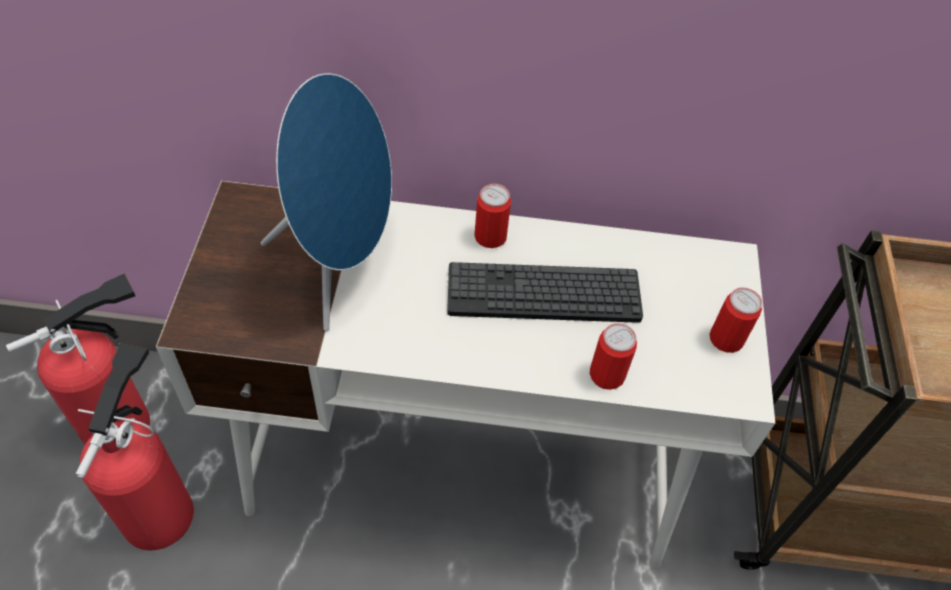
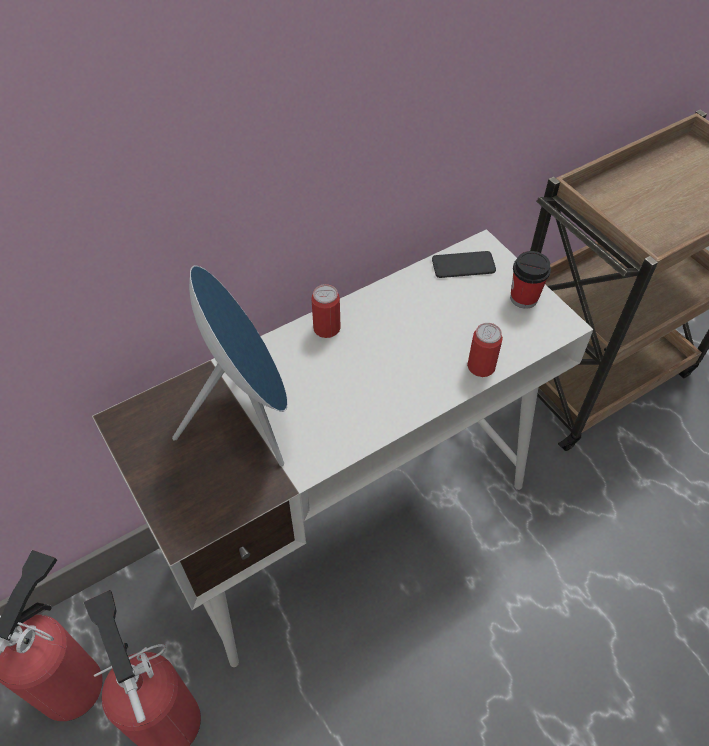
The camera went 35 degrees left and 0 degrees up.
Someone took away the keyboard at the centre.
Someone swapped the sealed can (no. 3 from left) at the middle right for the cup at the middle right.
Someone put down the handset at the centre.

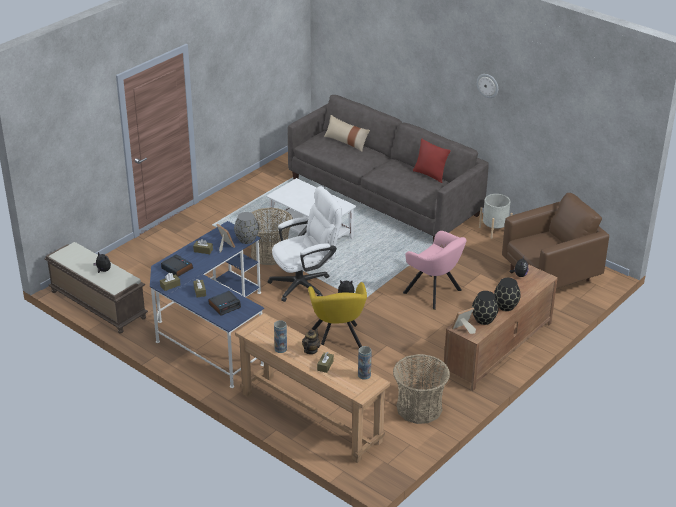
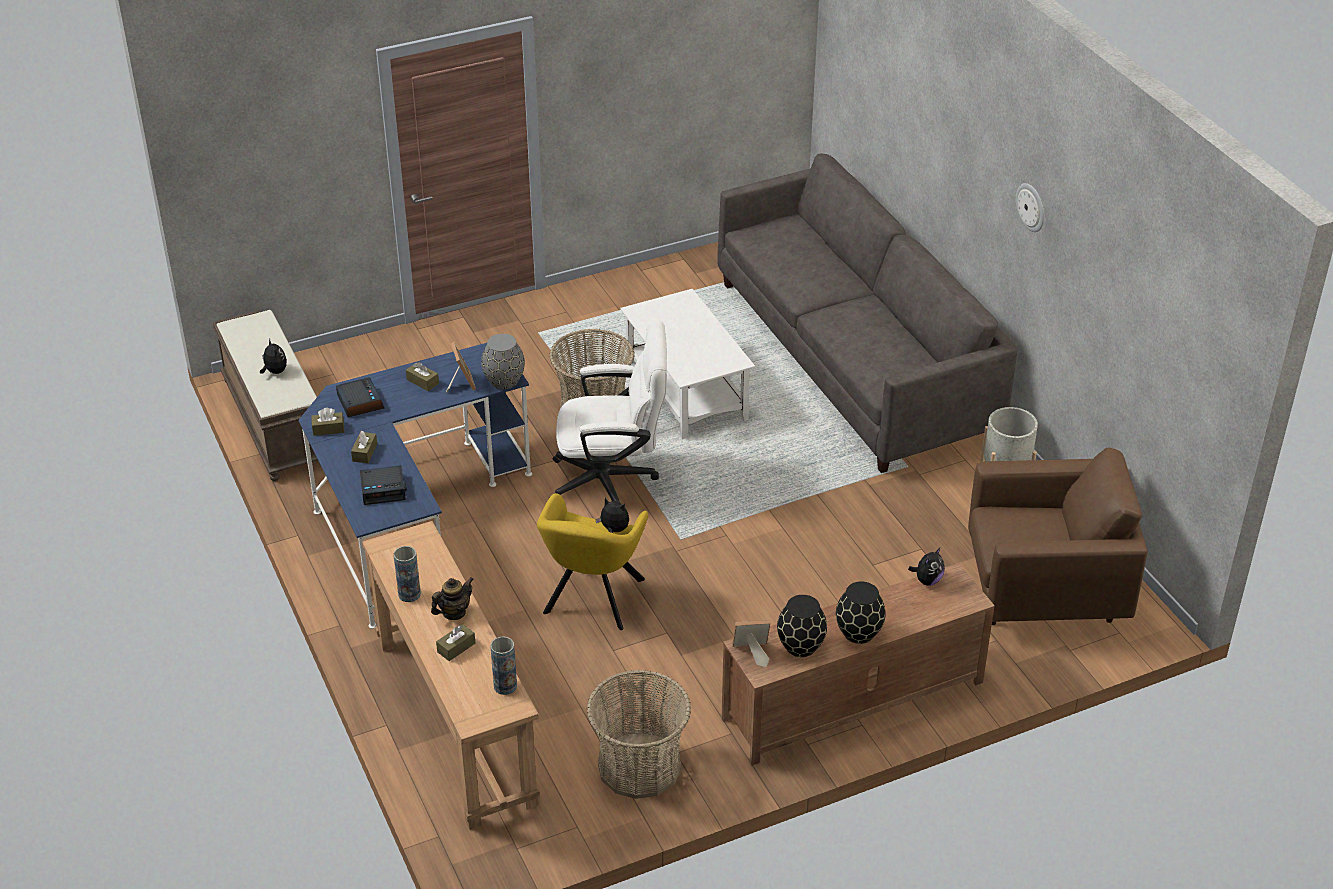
The camera went 25 degrees right and 5 degrees up.
Someone took away the beige throw pillow at the top centre.
Someone took away the reddish throw pillow at the top centre.
Someone took away the pink armchair at the centre.

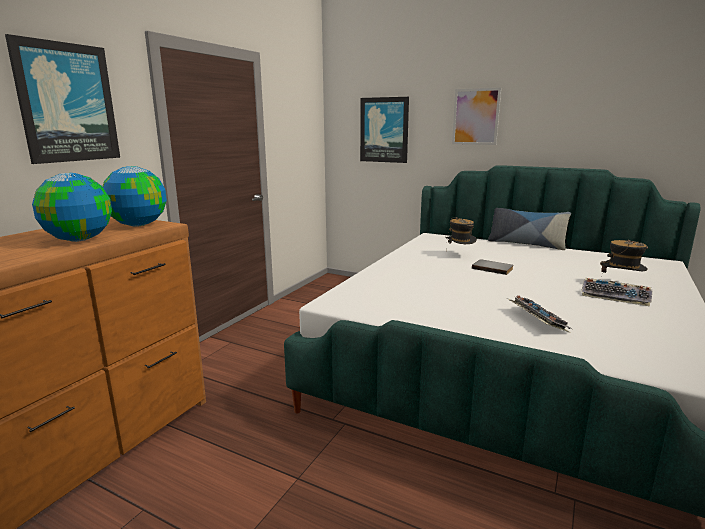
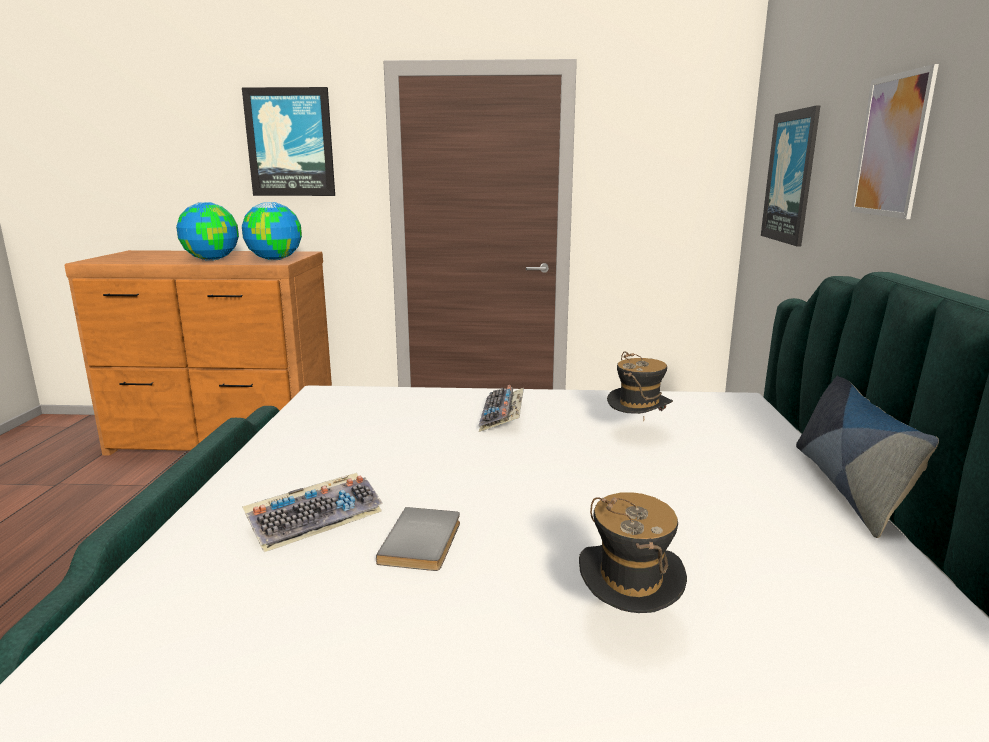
The camera went 65 degrees right and 0 degrees up.
Someone carried the grey book from the middle right to the bottom centre.
Someone carried the keyboard (no. 2 from left) from the middle right to the centre.

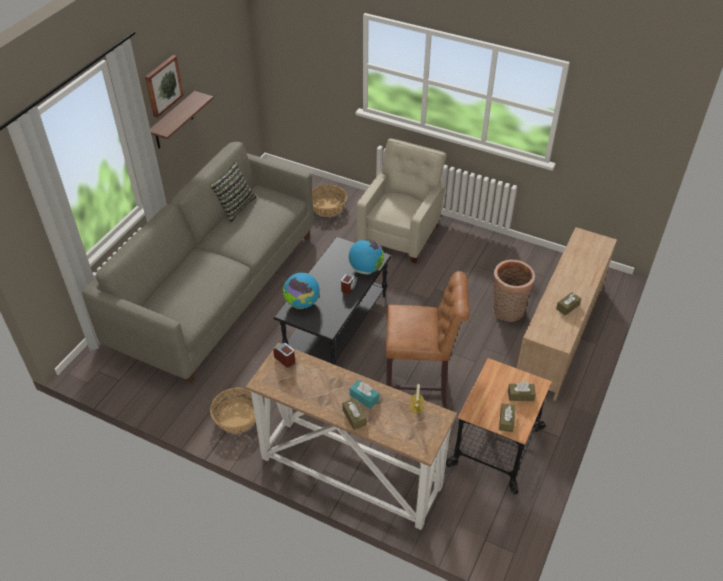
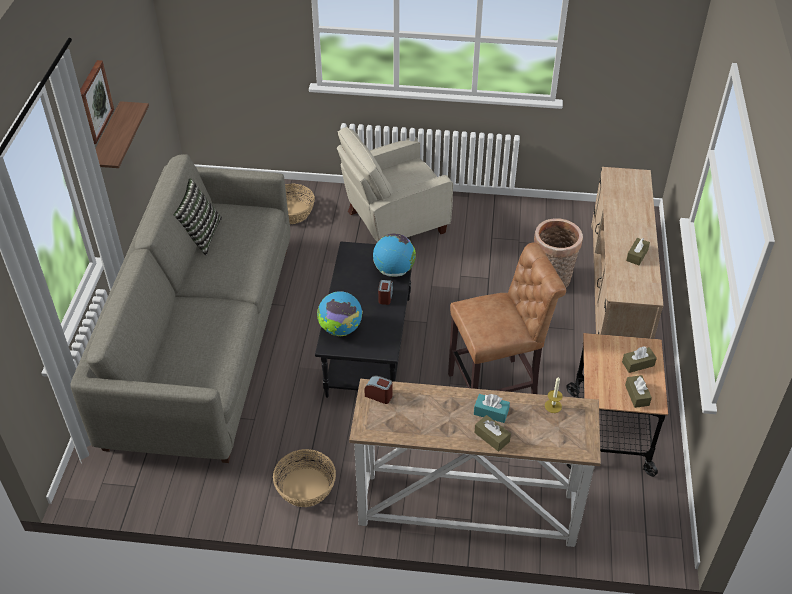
The camera went 20 degrees left and 0 degrees up.
Someone rotated the beige armchair at the centre by 120 degrees counterclockwise.

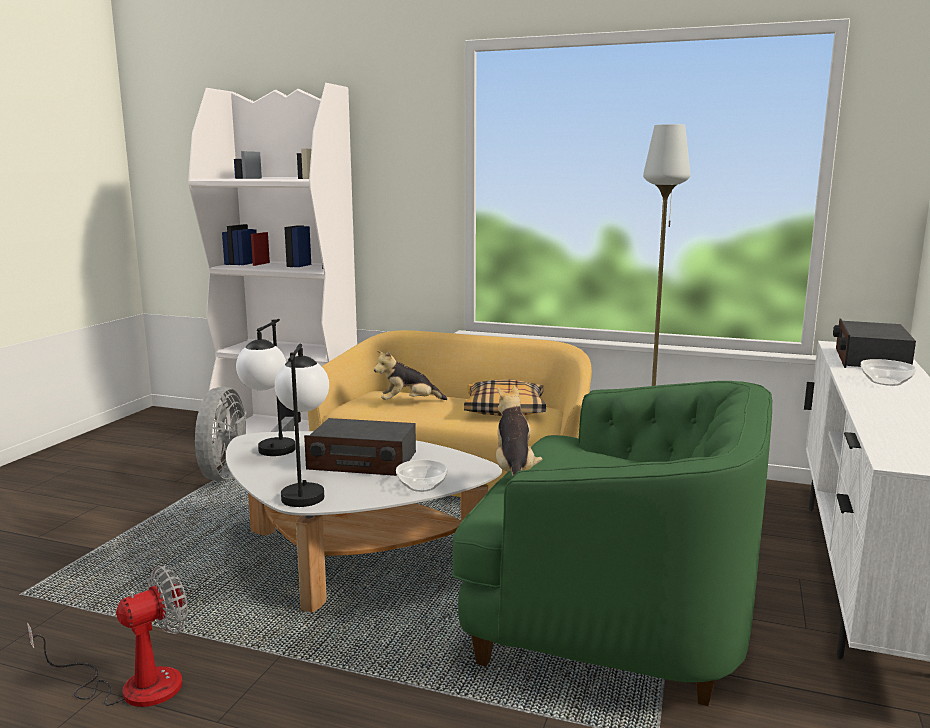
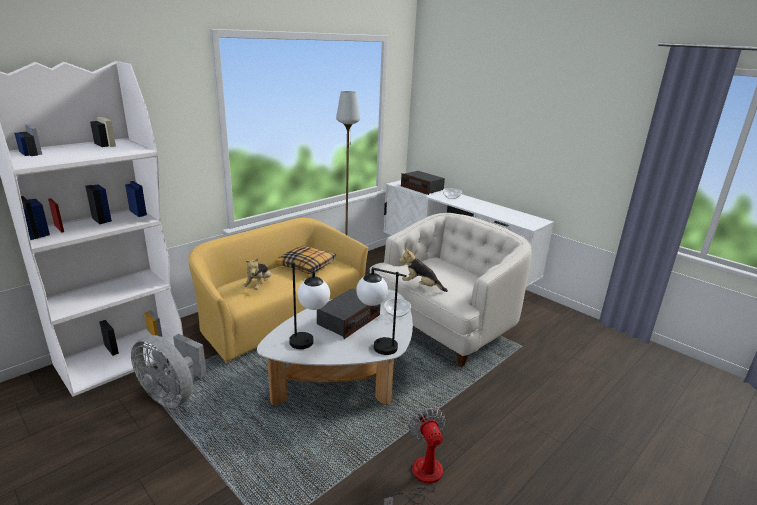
The camera went 65 degrees left and 10 degrees up.
Someone repainted the green-coloured armchair at the bottom centre, which became the white armchair at the centre.

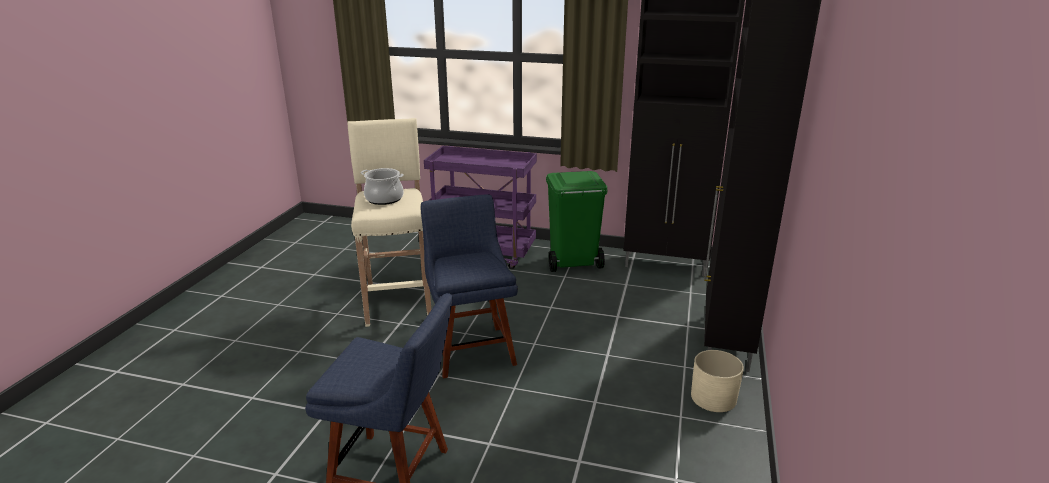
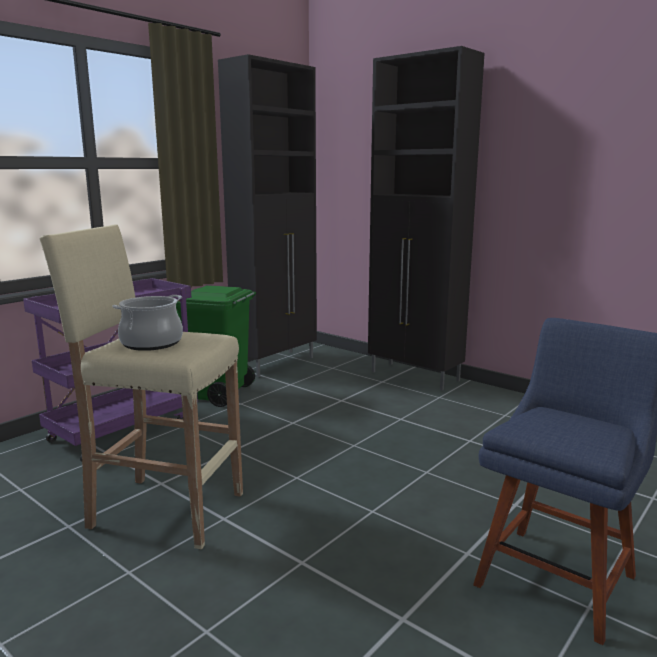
The camera went 65 degrees left and 10 degrees down.
Someone took away the blue-coloured upright chair (no. 2 from left) at the centre.
Someone took away the beige planter at the bottom right.

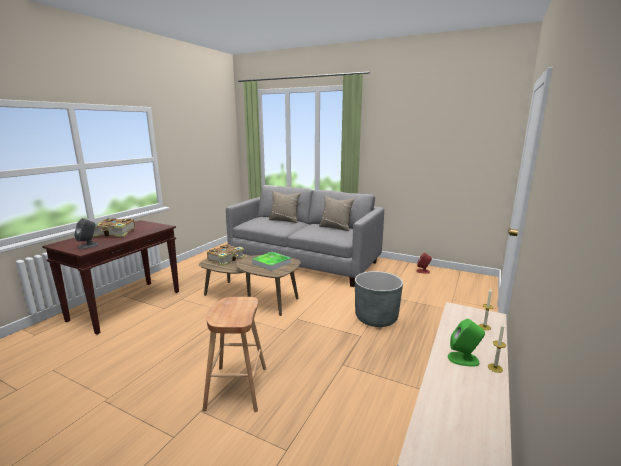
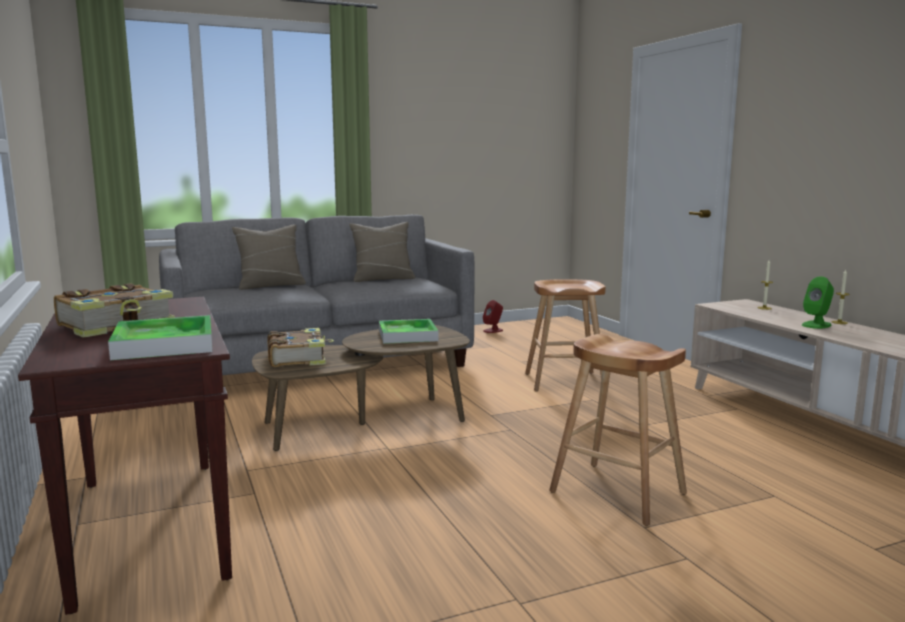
The camera went 50 degrees left and 5 degrees down.
Someone swapped the grey speaker at the middle left for the serving tray (no. 1 from left) at the middle left.
Someone swapped the grey planter at the centre for the brown sitting stool (no. 1 from left) at the centre.

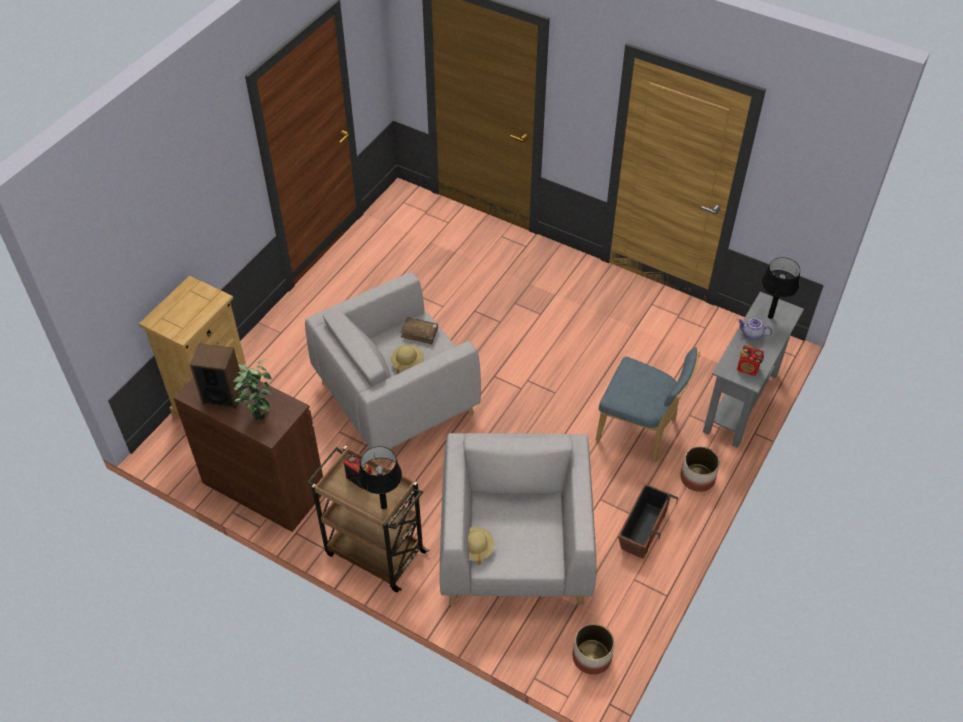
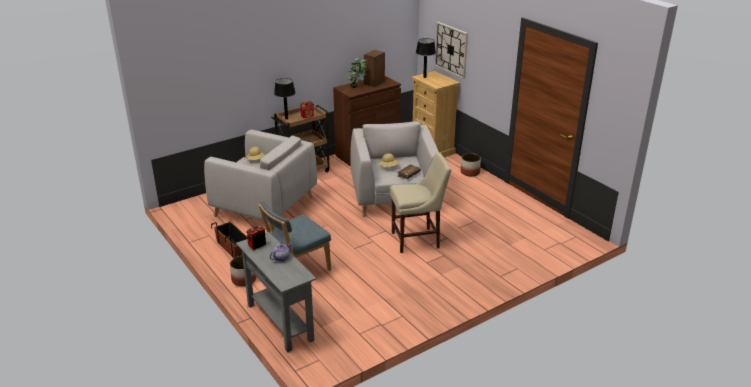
The camera went 115 degrees right and 20 degrees down.
Someone carried the black tabletop lamp (no. 2 from left) from the middle right to the top centre.
Someone carried the planter (no. 1 from left in the first image) from the bottom centre to the centre.
Someone put up the wall clock at the top centre.
Someone put down the beige upright chair at the centre.

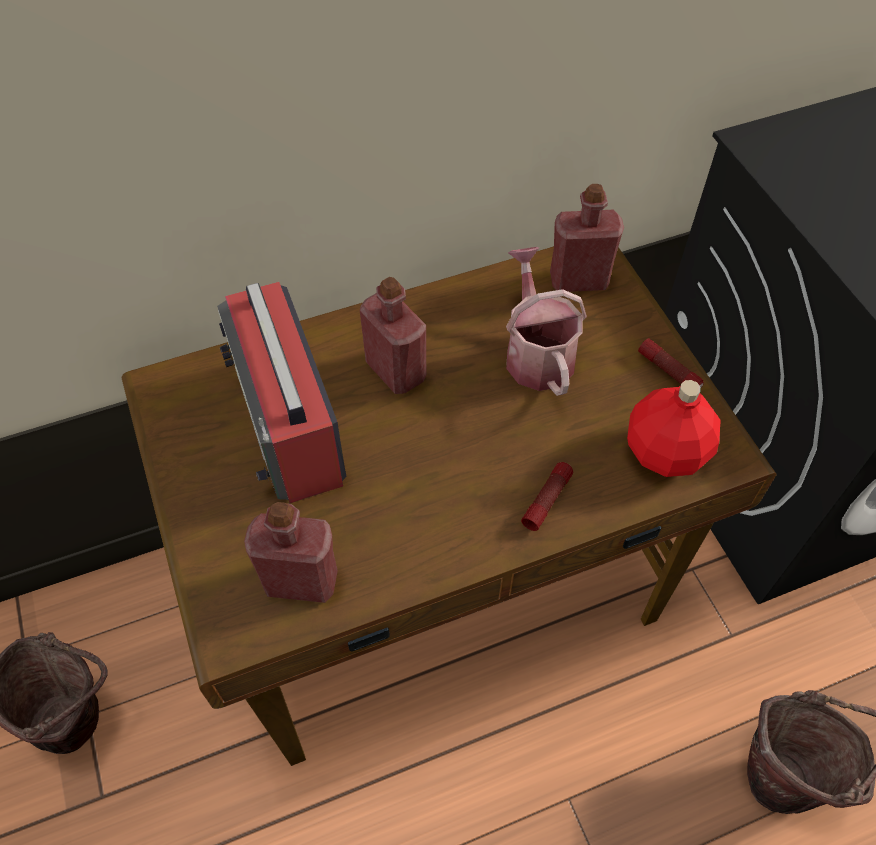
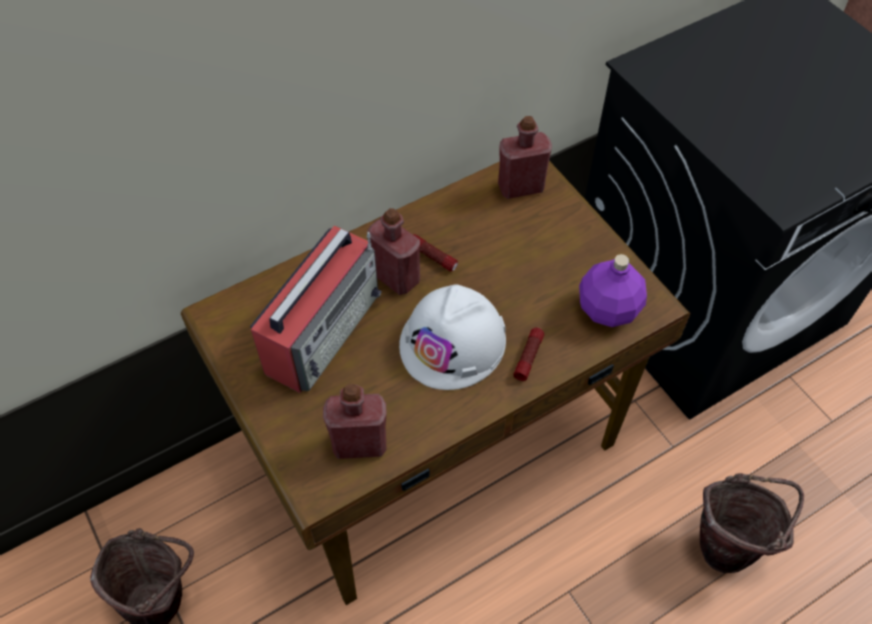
The camera went 10 degrees left and 0 degrees up.
Someone took away the watering pot at the centre.
Someone rotated the radio set at the middle left by 120 degrees counterclockwise.
Someone carried the hand torch (no. 2 from left in the first image) from the middle right to the centre.
Someone repainted the reddish drink bottle (no. 4 from left) at the middle right, which became the purple drink bottle at the middle right.
Someone put down the white safety helmet at the centre.

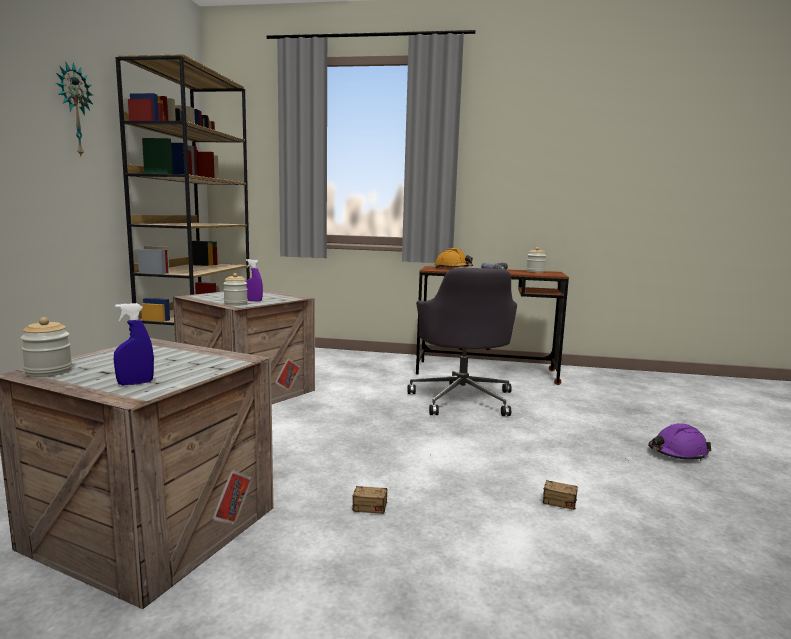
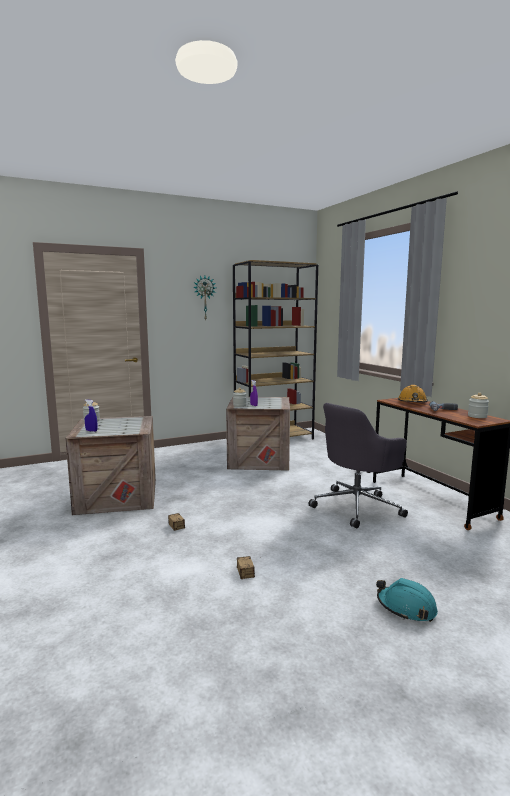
The camera went 55 degrees right and 0 degrees up.
Someone repainted the purple safety helmet at the bottom right, which became the turquoise safety helmet at the bottom right.

